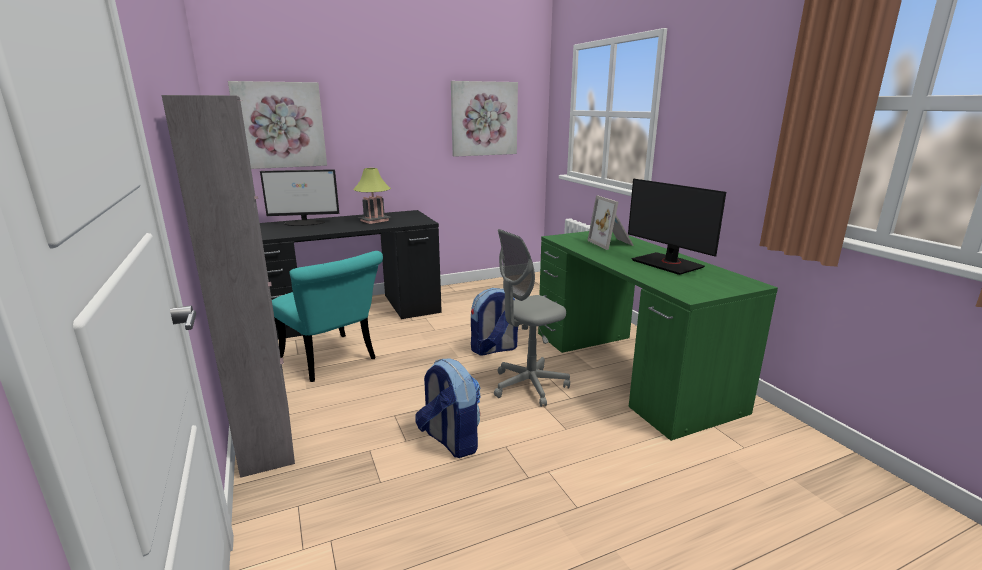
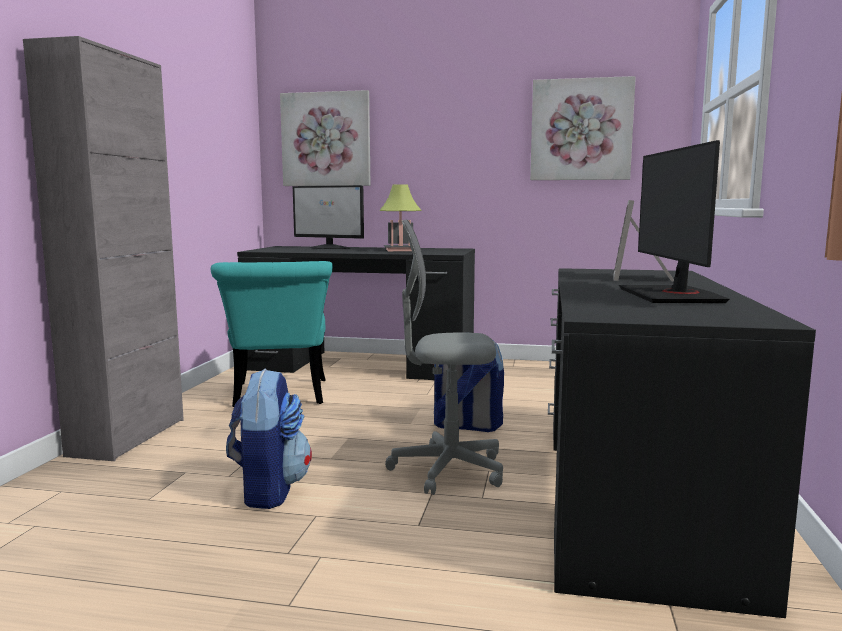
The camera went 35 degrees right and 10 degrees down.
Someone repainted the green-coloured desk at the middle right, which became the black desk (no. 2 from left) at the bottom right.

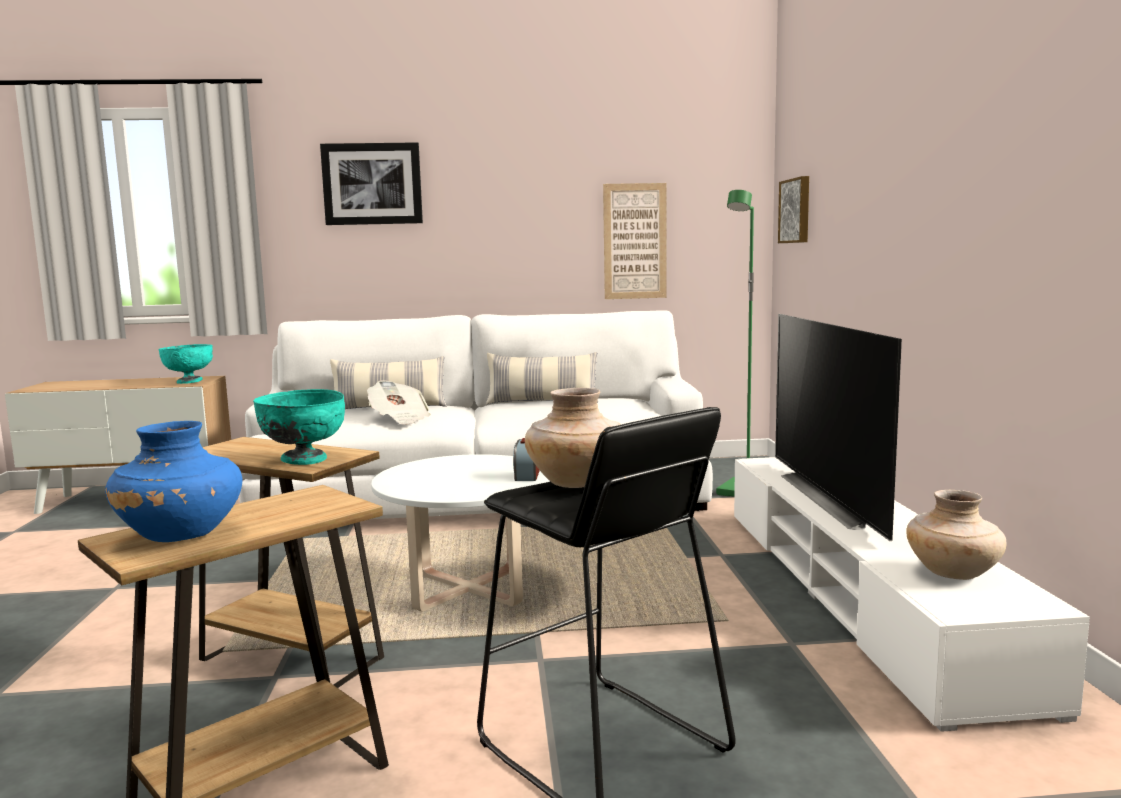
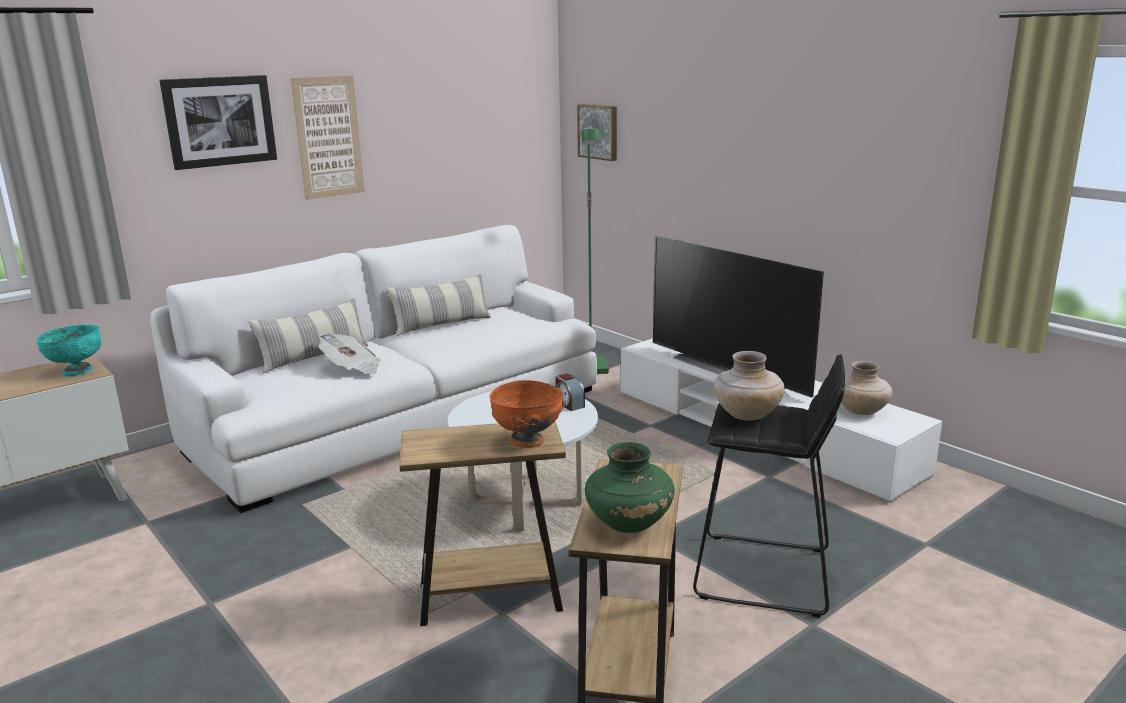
The camera went 35 degrees left and 10 degrees up.
Someone carried the wall art (no. 2 from left) from the top centre to the top left.
Someone repainted the turquoise bowl (no. 2 from left) at the middle left, which became the orange-coloured bowl at the centre.
Someone repainted the blue-coloured vase at the middle left, which became the green-coloured vase at the bottom centre.

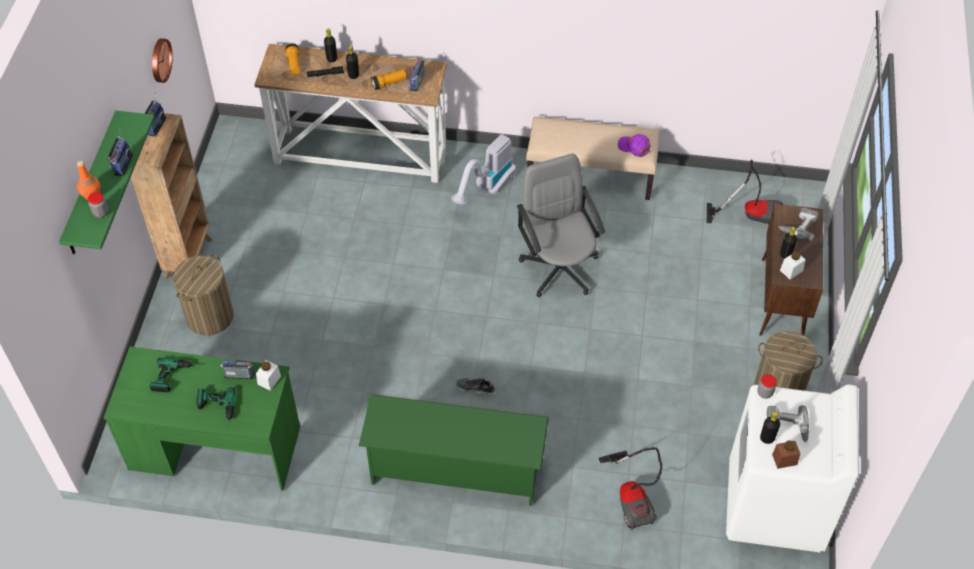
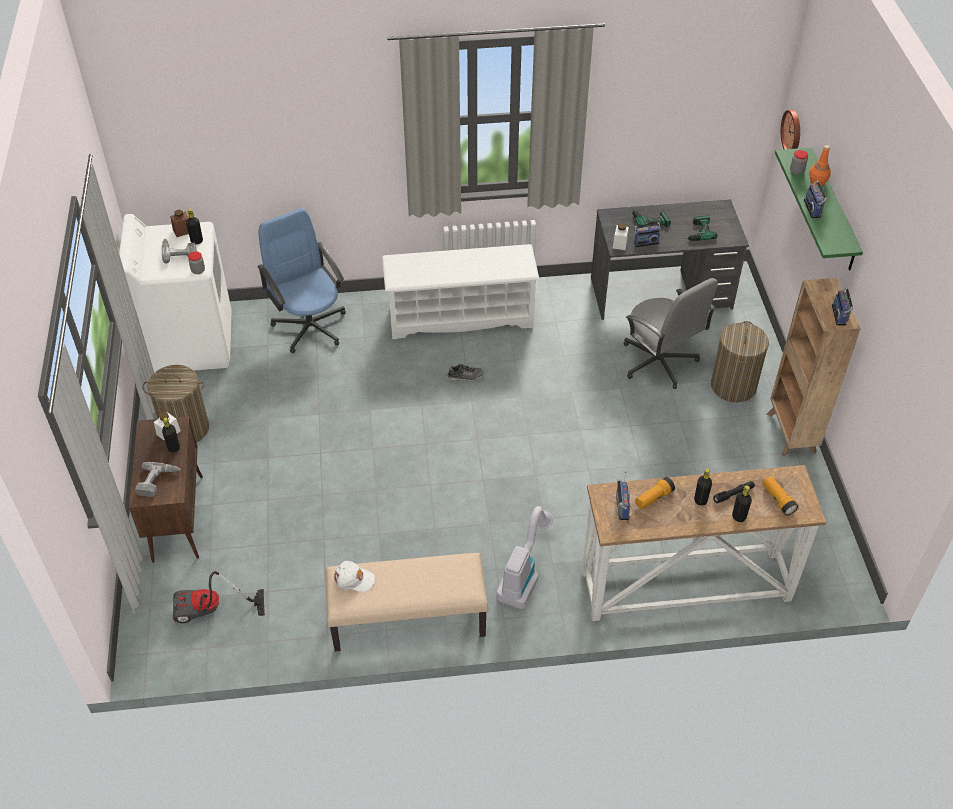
The camera went 165 degrees right and 5 degrees down.
Someone carried the wall clock from the top left to the top right.
Someone repainted the purple cap at the top centre, which became the white cap at the bottom centre.
Someone carried the grey office chair from the centre to the middle right.
Someone repainted the green-coloured desk at the bottom left, which became the grey desk at the top right.
Someone repainted the green-coloured shoe rack at the bottom centre, which became the white shoe rack at the centre.
Someone swapped the hoover (no. 2 from left) at the bottom centre for the blue-coloured office chair at the middle left.

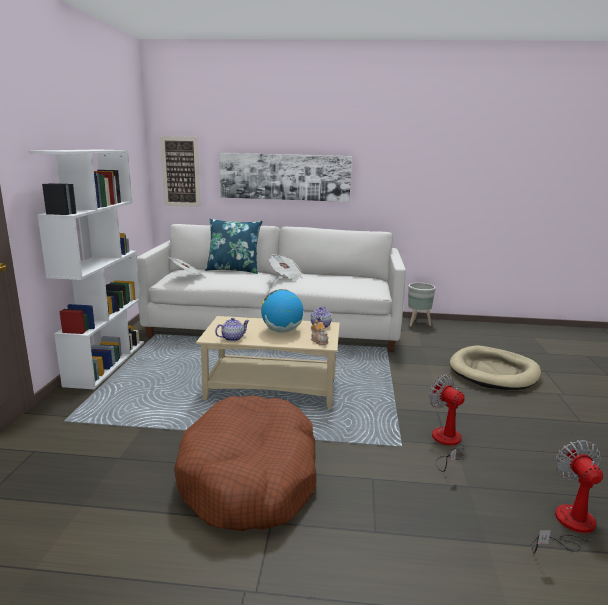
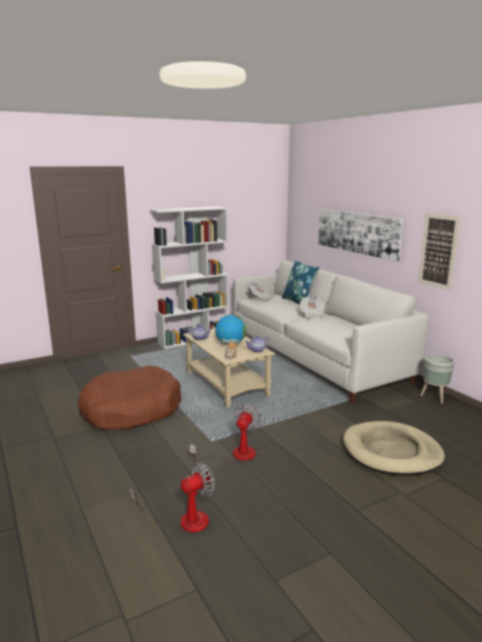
The camera went 55 degrees right and 0 degrees up.
Someone carried the wall art (no. 1 from left in the first image) from the top left to the middle right.

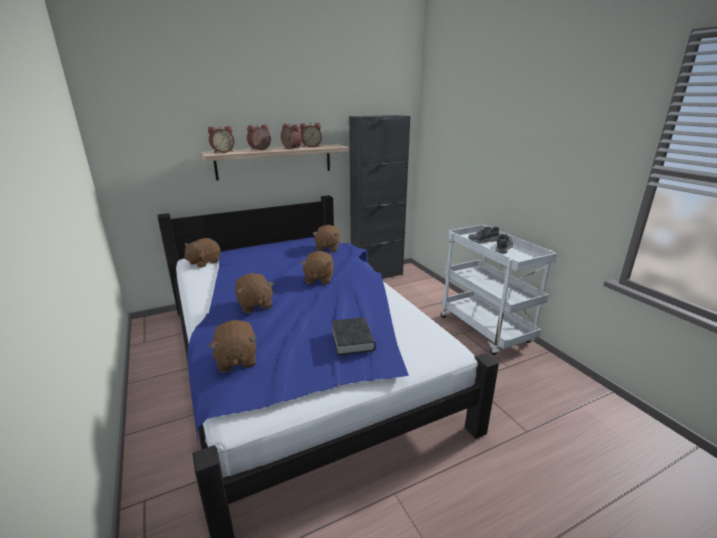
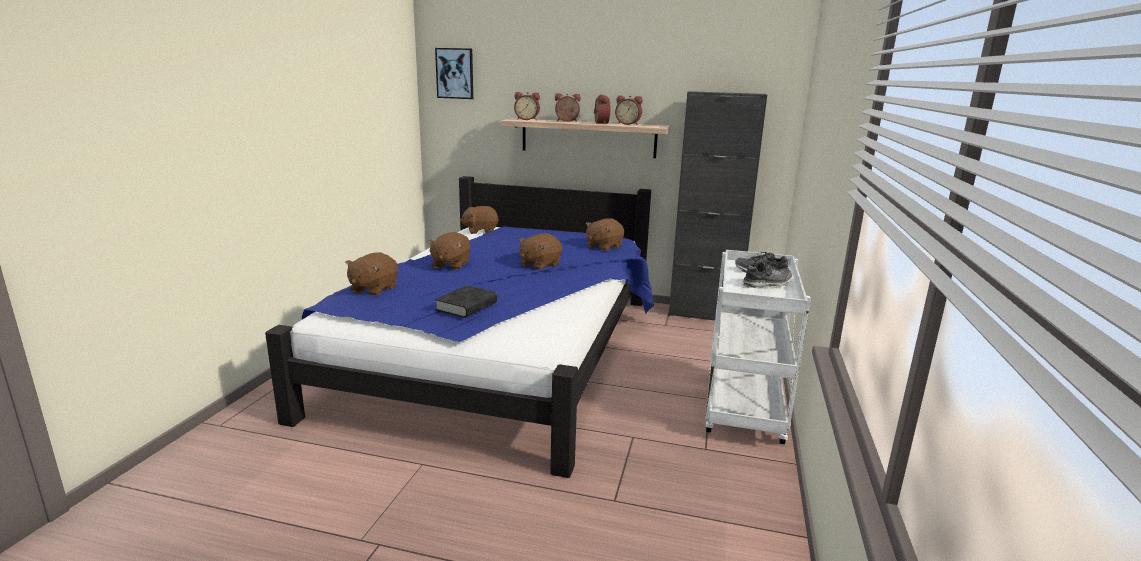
The camera went 40 degrees right and 5 degrees down.
Someone put up the wall art at the top centre.

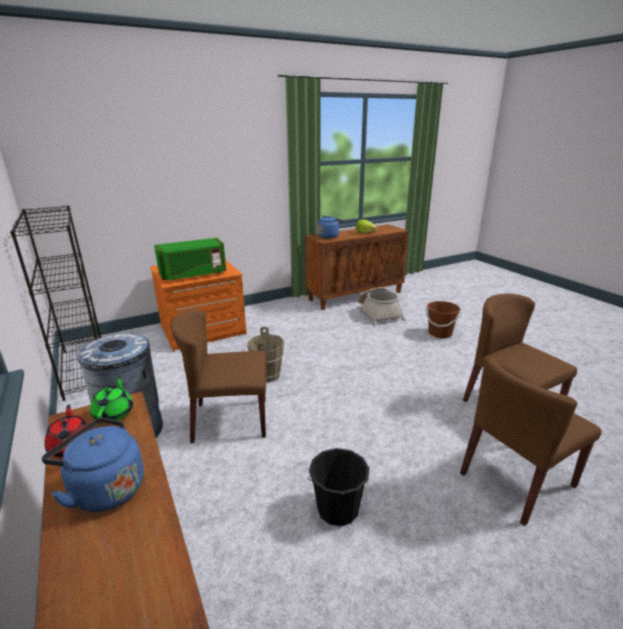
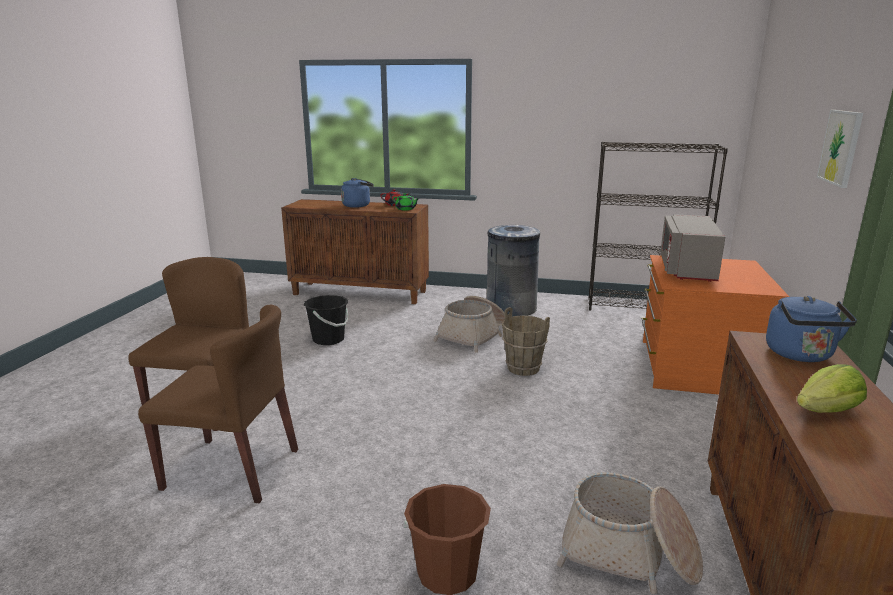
The camera went 130 degrees right and 5 degrees down.
Someone repainted the green-coloured microwave at the middle left, which became the grey microwave at the middle right.
Someone swapped the brown upright chair (no. 1 from left) at the centre for the storage basket (no. 1 from left) at the centre.
Someone put up the wall art at the top right.

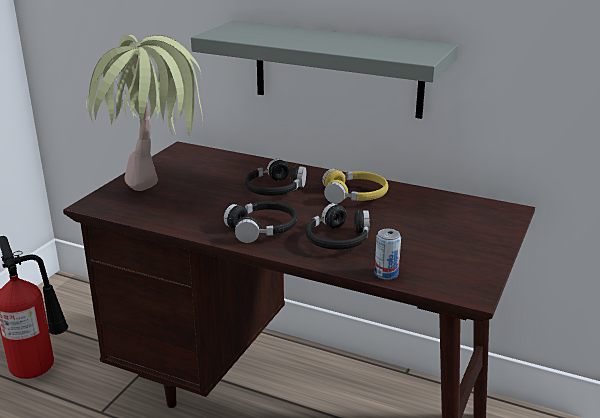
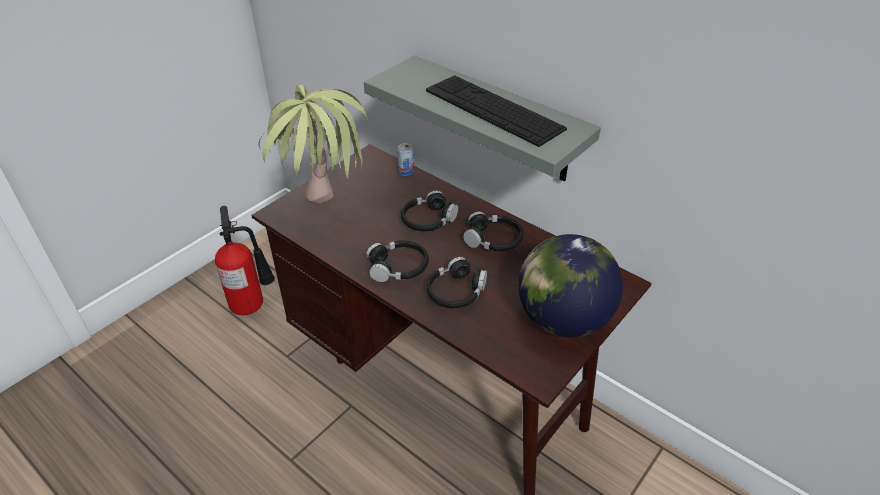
The camera went 15 degrees right and 15 degrees up.
Someone repainted the yellowish headphones at the centre, which became the black headphones (no. 4 from left) at the centre.
Someone carried the sealed can from the centre to the top centre.
Someone put down the keyboard at the top centre.
Someone put down the world globe at the centre.

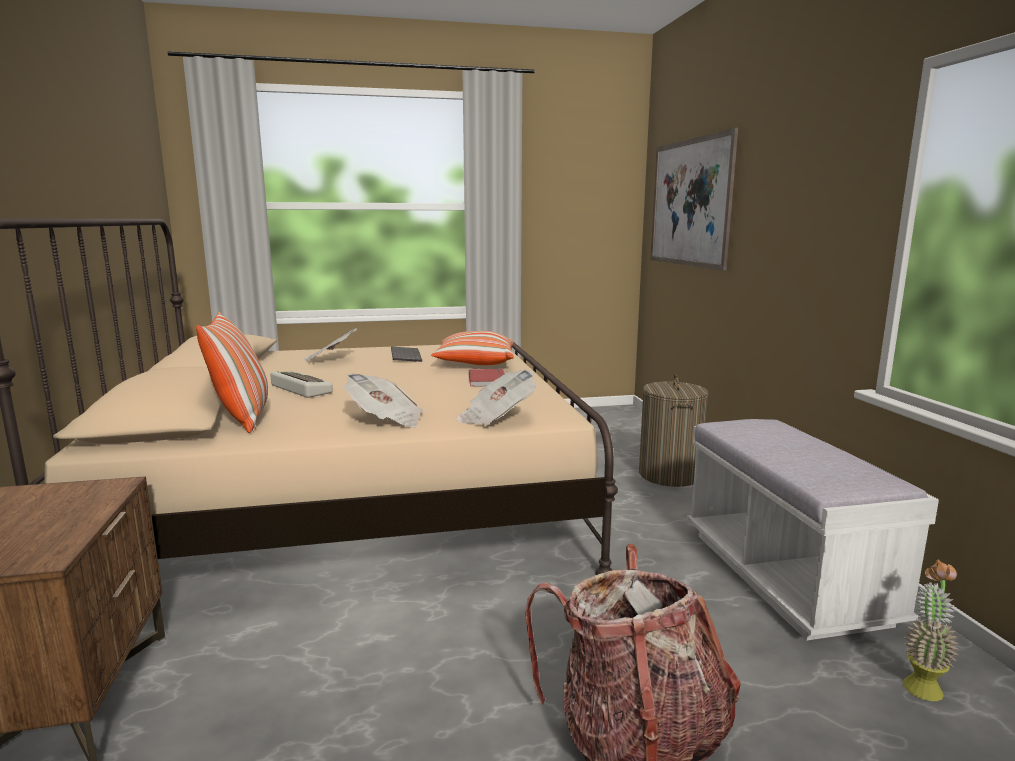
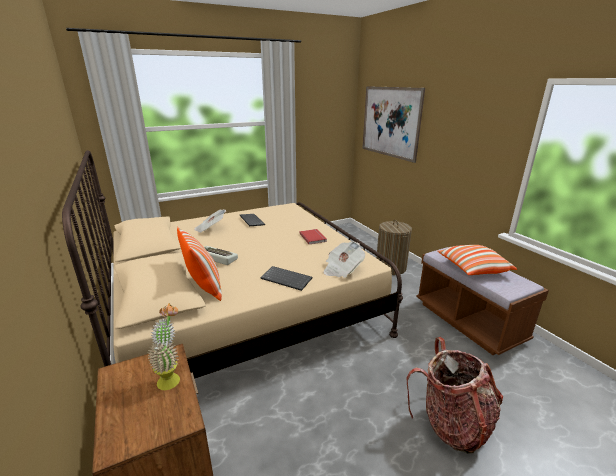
The camera went 15 degrees left and 10 degrees up.
Someone carried the throw pillow (no. 2 from left) from the centre to the middle right.
Someone swapped the printed paper (no. 2 from left) at the centre for the keyboard (no. 3 from left) at the centre.
Someone repainted the white bench at the bottom right, which became the brown bench at the middle right.
Someone carried the plant in a pot from the bottom right to the bottom left.

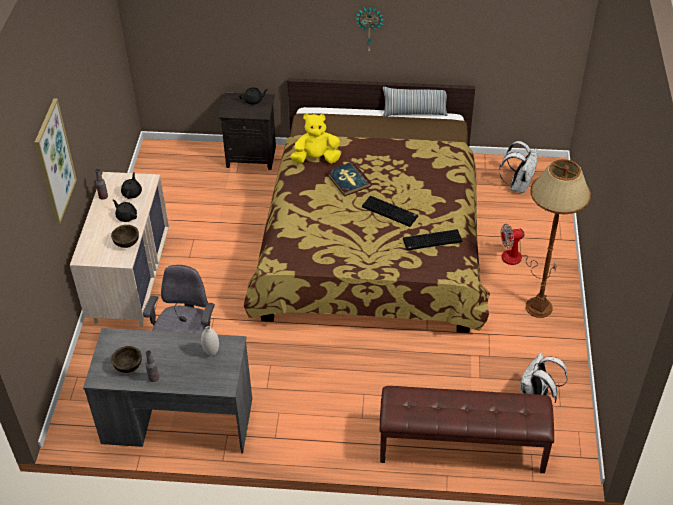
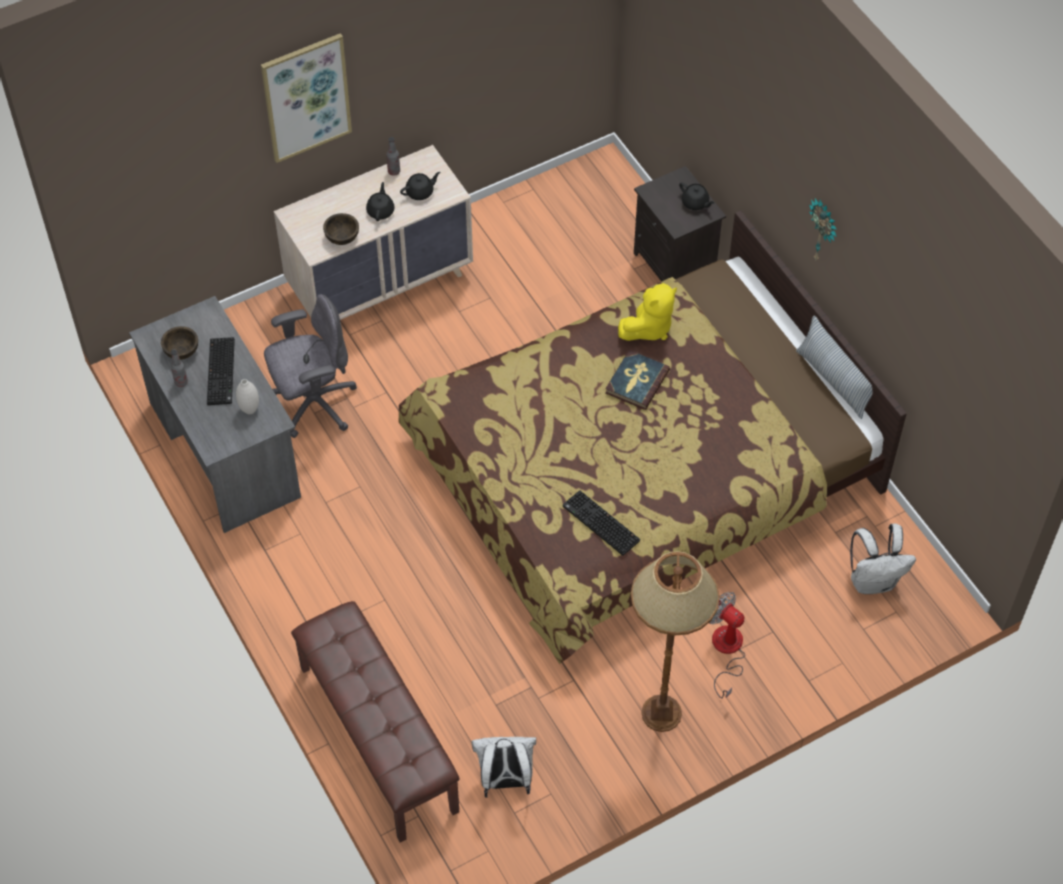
The camera went 55 degrees right and 10 degrees up.
Someone rotated the yellowish cuddly toy at the top centre by 90 degrees clockwise.
Someone carried the keyboard (no. 1 from left) from the centre to the middle left.

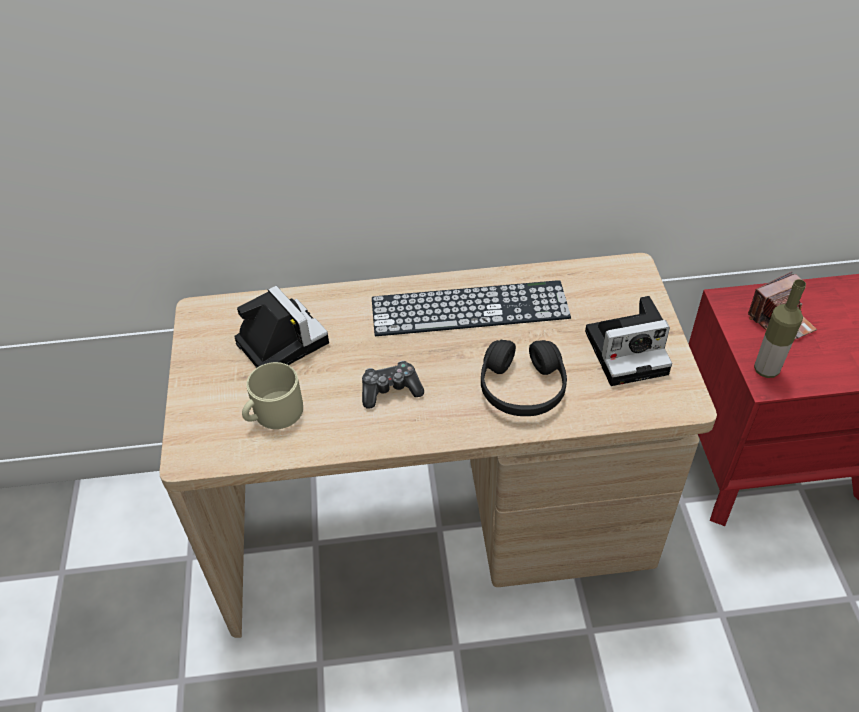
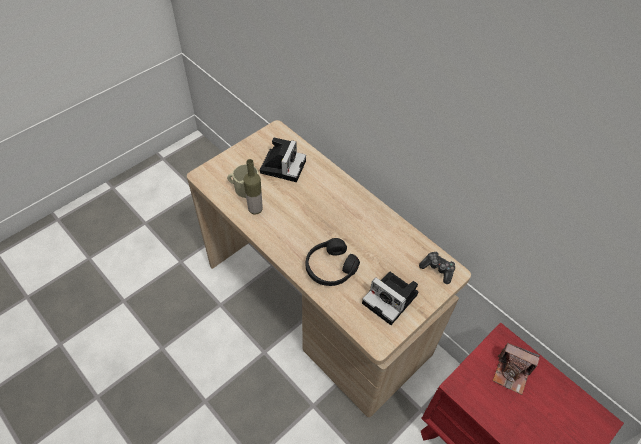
The camera went 50 degrees right and 5 degrees up.
Someone carried the drink bottle from the middle right to the centre.
Someone took away the keyboard at the centre.
Someone carried the joypad from the centre to the middle right.

